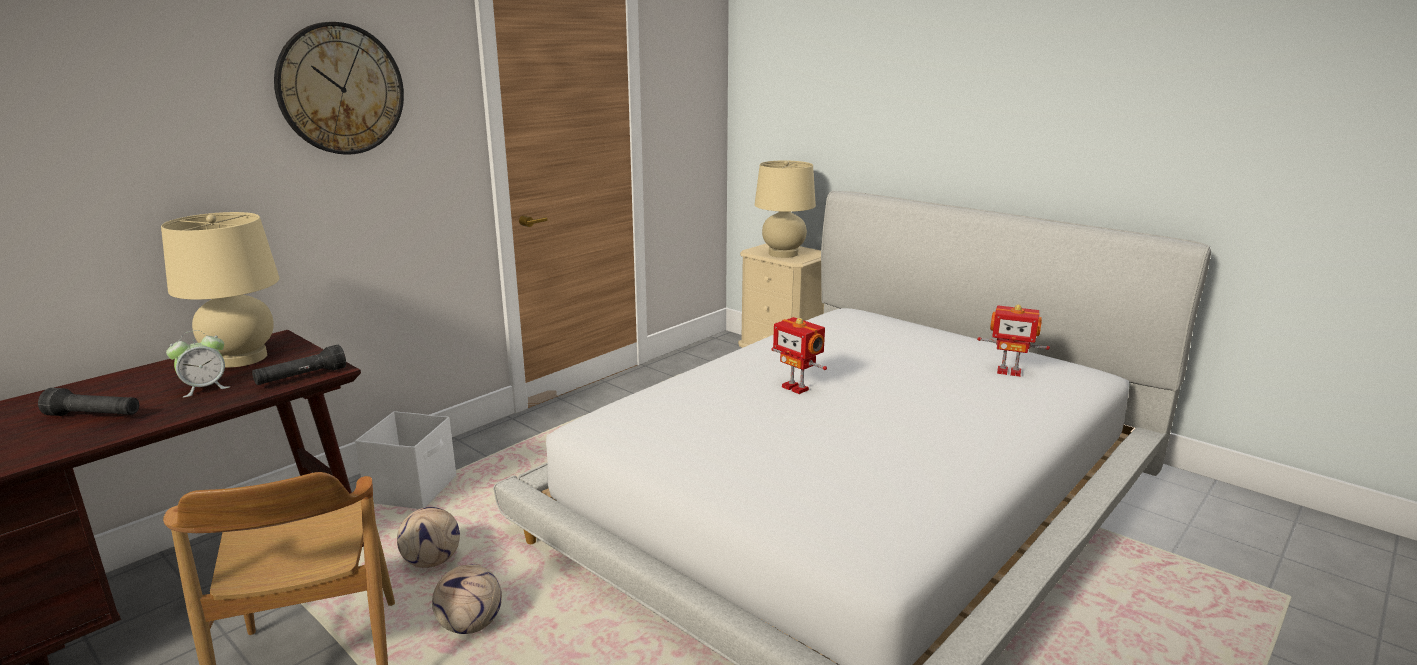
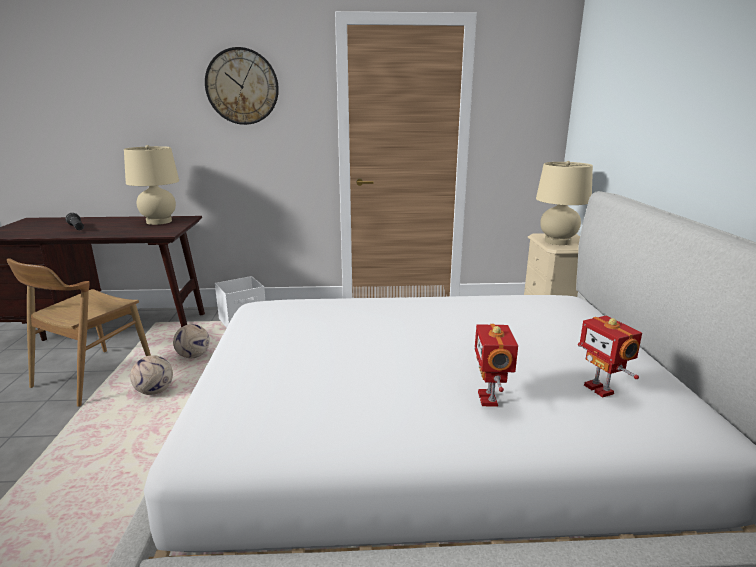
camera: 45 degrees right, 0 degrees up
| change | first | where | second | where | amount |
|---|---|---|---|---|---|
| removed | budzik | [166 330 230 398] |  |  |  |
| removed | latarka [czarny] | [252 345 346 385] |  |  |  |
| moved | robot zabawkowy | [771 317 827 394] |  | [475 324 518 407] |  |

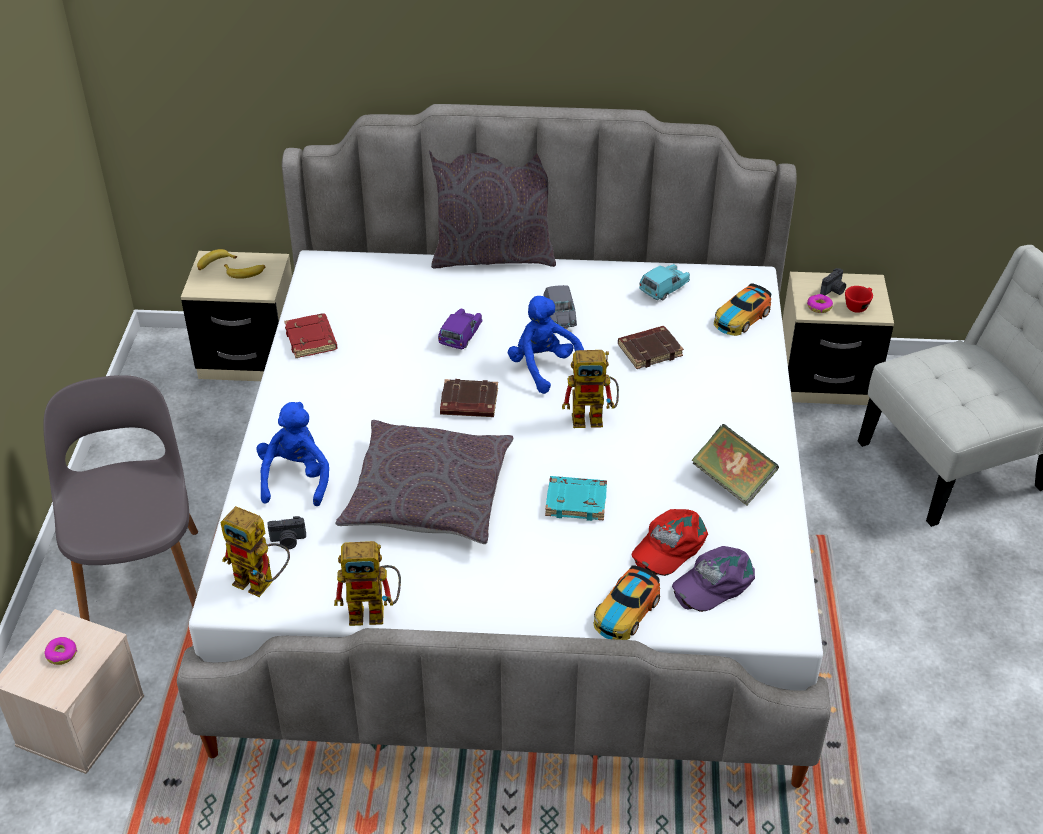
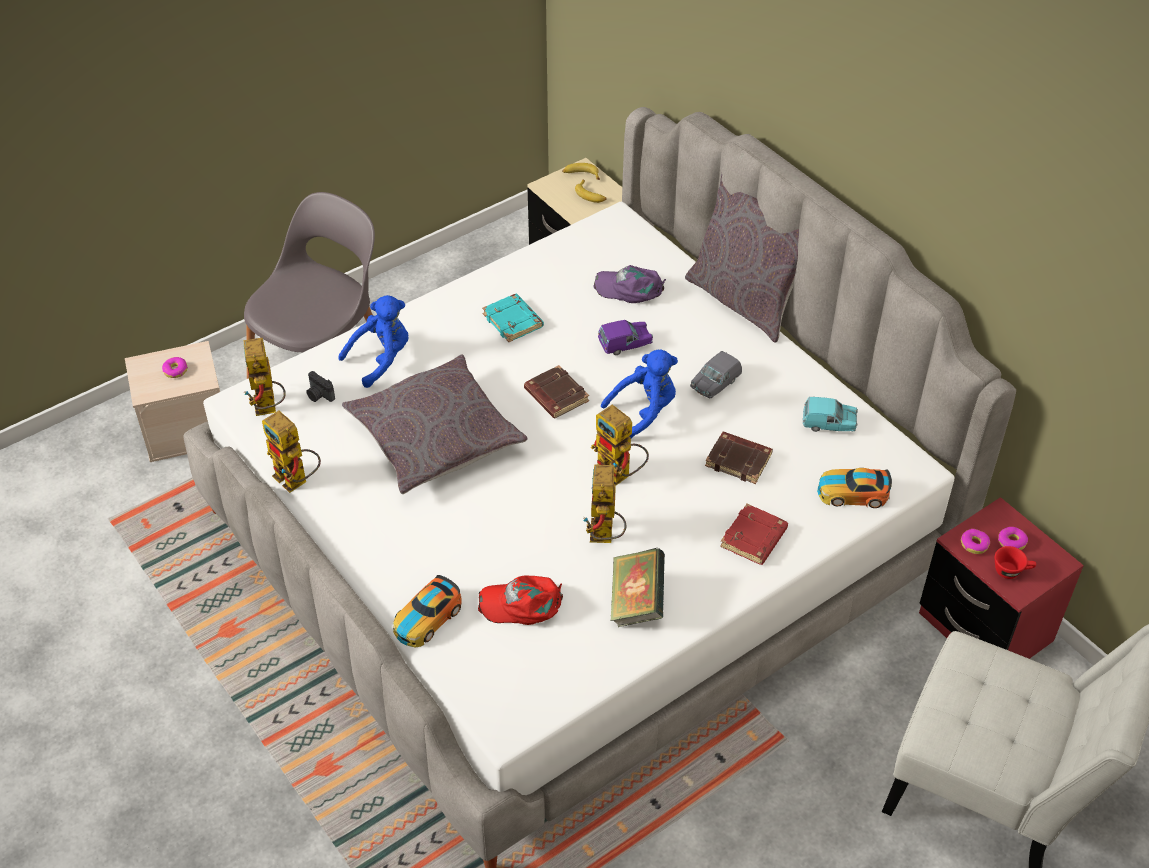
camera: 50 degrees right, 5 degrees up
| change | first | where | second | where | amount |
|---|---|---|---|---|---|
| moved | książka [czerwony] | [284 313 337 358] |  | [720 504 788 565] |  |
| turned | pluszak [niebieski] | [508 296 584 394] |  | [601 350 678 438] | 45 degrees clockwise |
| moved | książka [turkusowy] | [545 476 607 521] |  | [482 294 544 342] |  |
| turned | samochodzik | [594 566 660 640] |  | [393 575 462 648] | 45 degrees counterclockwise |
| moved | czapka z daszkiem [fioletowy] | [672 546 755 612] |  | [593 265 666 303] |  |
| recoloured | szafka nocna [beżowy] | [782 272 894 405] | szafka nocna [czerwony] | [919 497 1084 659] |  |
| replaced | aparat fotograficzny | [820 268 846 296] | donut | [998 527 1028 550] |  |
| added |  |  | robot zabawkowy | [583 464 627 543] |  |

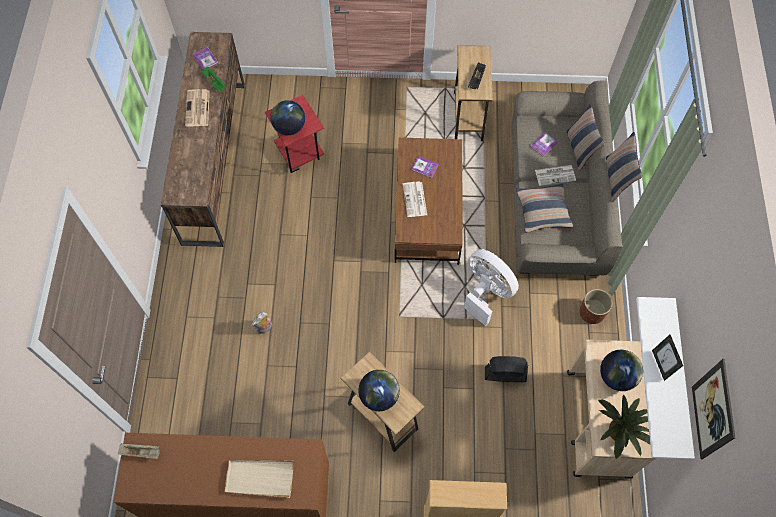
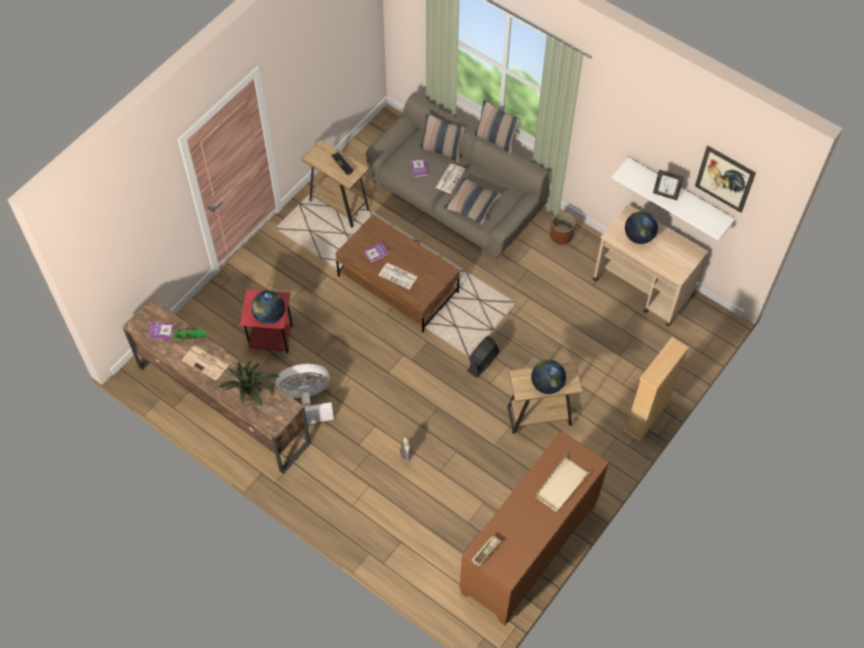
camera: 55 degrees left, 5 degrees down
| change | first | where | second | where | amount |
|---|---|---|---|---|---|
| moved | wentylator [biały] | [464 249 519 326] |  | [276 364 334 424] |  |
| moved | wentylator [czarny] | [485 356 528 382] |  | [468 336 499 378] |  |
| moved | roślina doniczkowa | [598 394 650 459] |  | [218 359 280 407] |  |

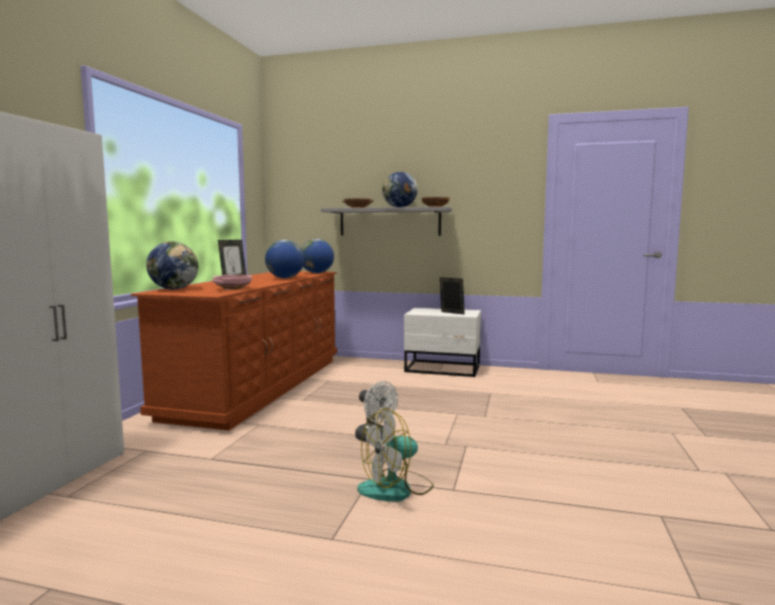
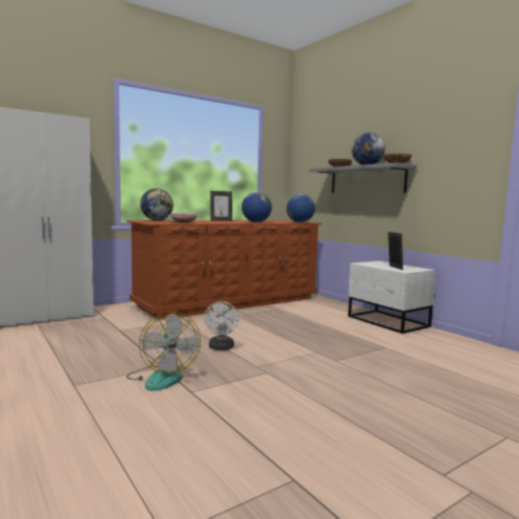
camera: 40 degrees right, 0 degrees up
| change | first | where | second | where | amount |
|---|---|---|---|---|---|
| turned | wentylator | [357 408 434 502] |  | [126 312 201 391] | 120 degrees counterclockwise |

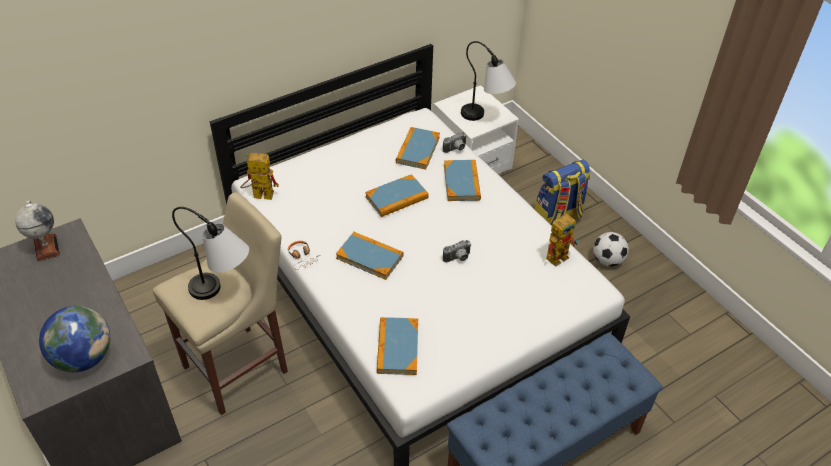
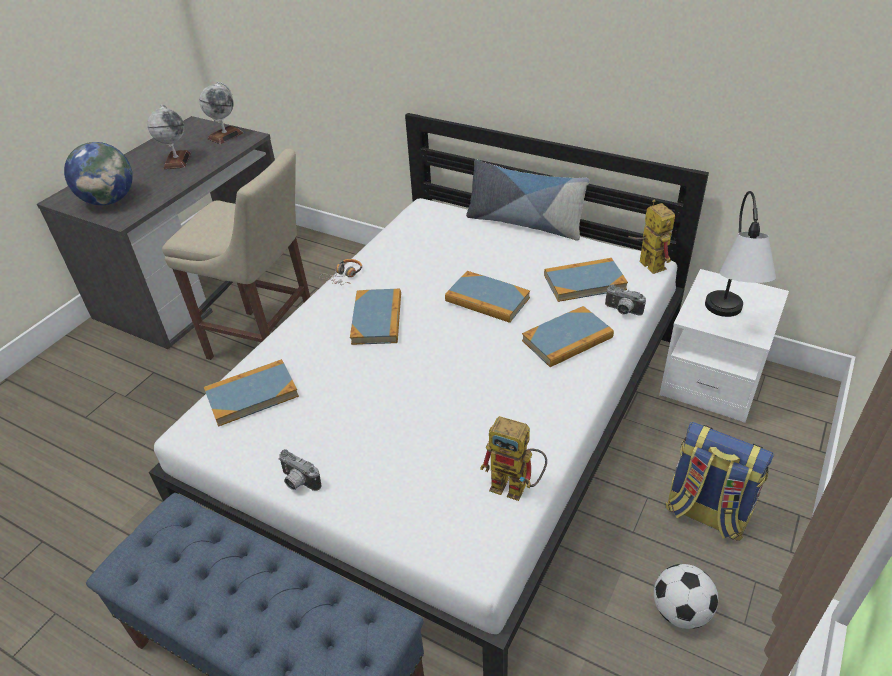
camera: 65 degrees right, 5 degrees down
| change | first | where | second | where | amount |
|---|---|---|---|---|---|
| removed | lampa stołowa | [172 207 249 300] |  |  |  |
| moved | robot zabawkowy | [240 153 279 200] |  | [628 199 675 274] |  |
| moved | aparat fotograficzny | [443 240 471 262] |  | [279 449 321 491] |  |
| added |  |  | globus | [148 105 191 169] |  |
| added |  |  | poduszka | [466 159 589 241] |  |

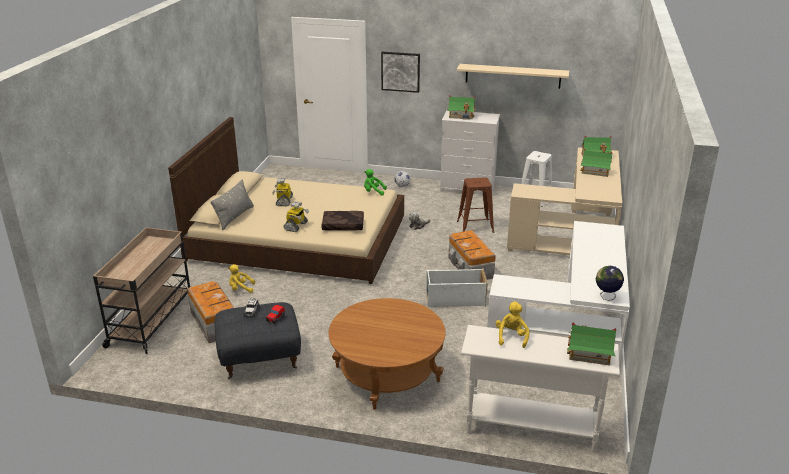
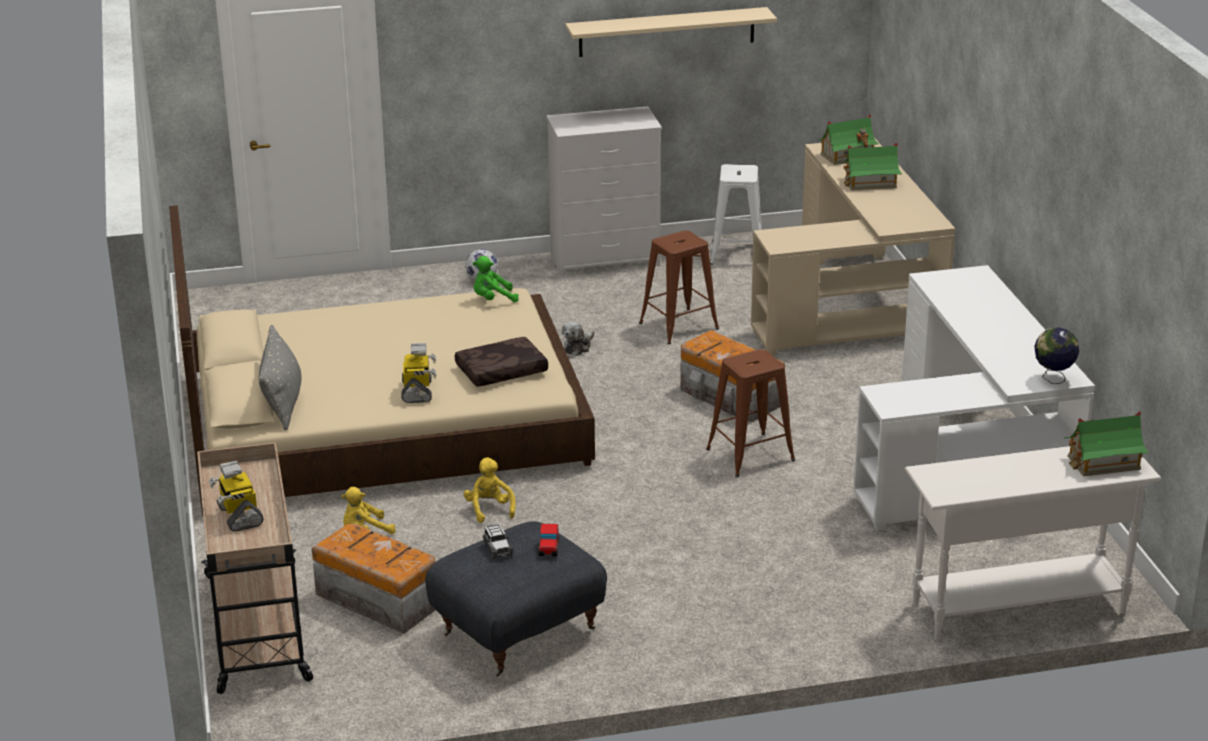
camera: 25 degrees left, 0 degrees up
| change | first | where | second | where | amount |
|---|---|---|---|---|---|
| moved | robot zabawkowy | [272 178 293 206] |  | [208 461 264 532] |  |
| removed | ława [brązowy] | [329 298 446 410] |  |  |  |
| removed | obraz | [381 52 420 93] |  |  |  |
| replaced | pojemnik do przechowywania [biały] | [426 268 488 307] | stołek [brązowy] | [706 349 795 477] |  |
| removed | domek | [447 96 476 120] |  |  |  |
| moved | pluszak [żółty] | [495 302 529 348] |  | [464 457 516 523] |  |

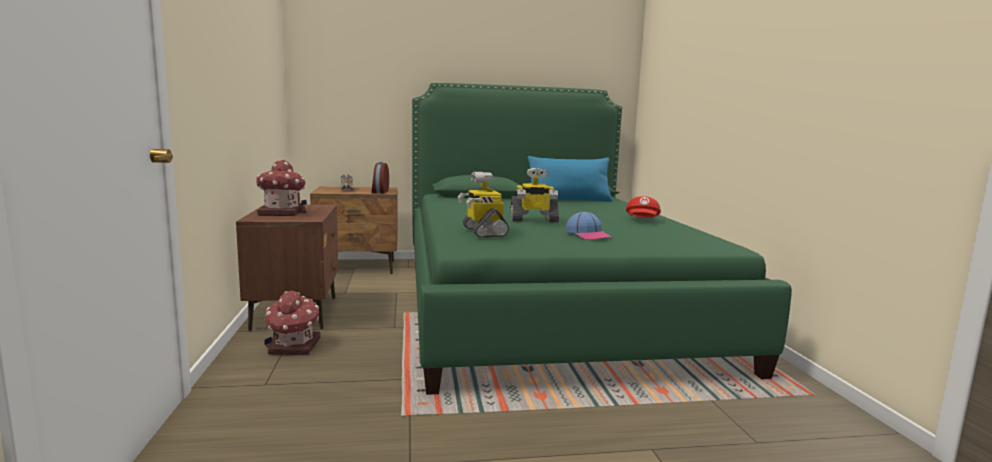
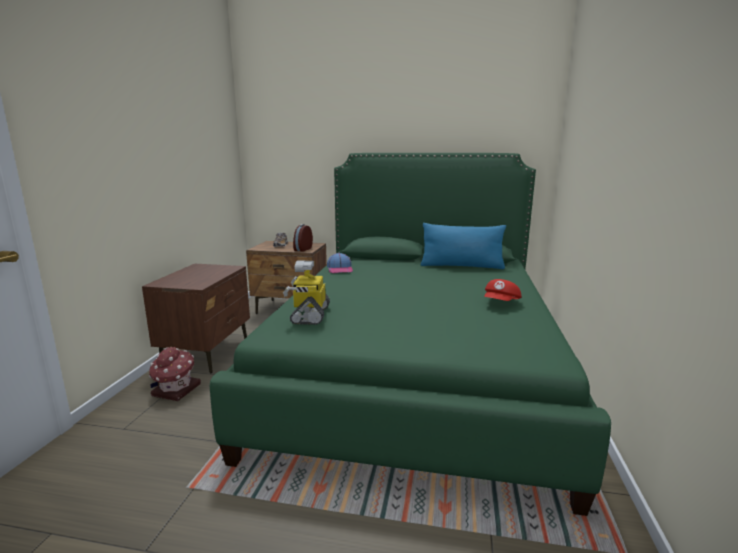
camera: 20 degrees right, 5 degrees up
| change | first | where | second | where | amount |
|---|---|---|---|---|---|
| removed | domek | [256 160 308 216] |  |  |  |
| removed | robot zabawkowy | [510 168 559 222] |  |  |  |
| moved | czapka z daszkiem | [566 211 612 240] |  | [327 253 353 273] |  |

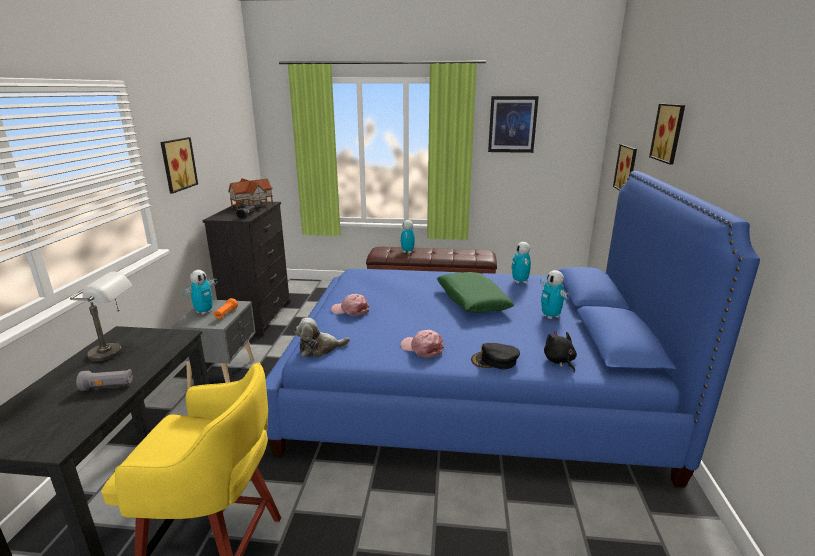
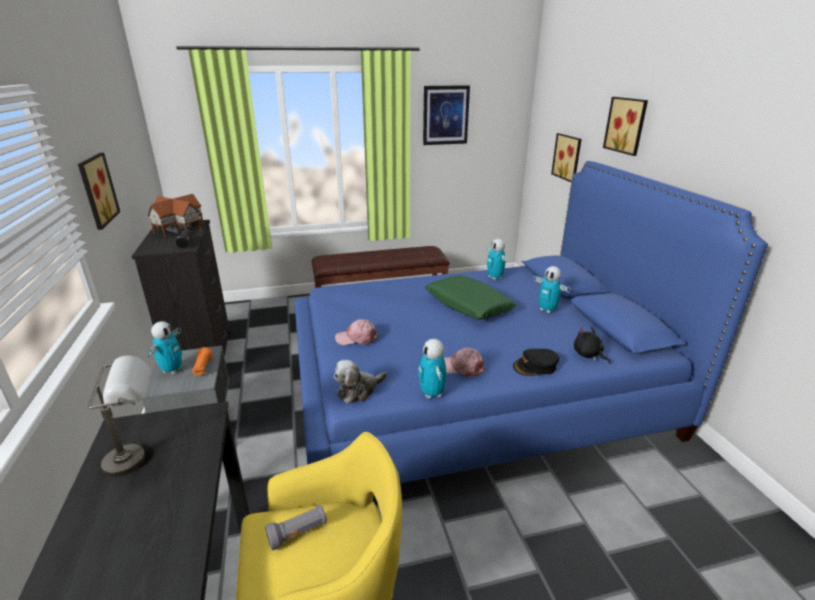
camera: 20 degrees left, 5 degrees up
| change | first | where | second | where | amount |
|---|---|---|---|---|---|
| moved | latarka [szary] | [76 369 133 391] |  | [265 504 327 550] |  |
| moved | robot zabawkowy | [401 220 415 253] |  | [418 339 446 399] |  |

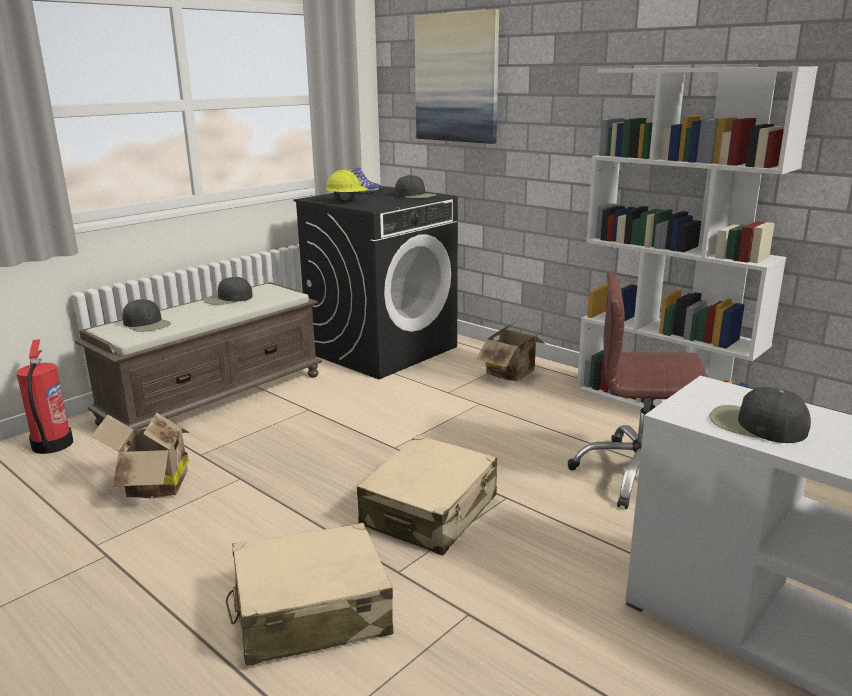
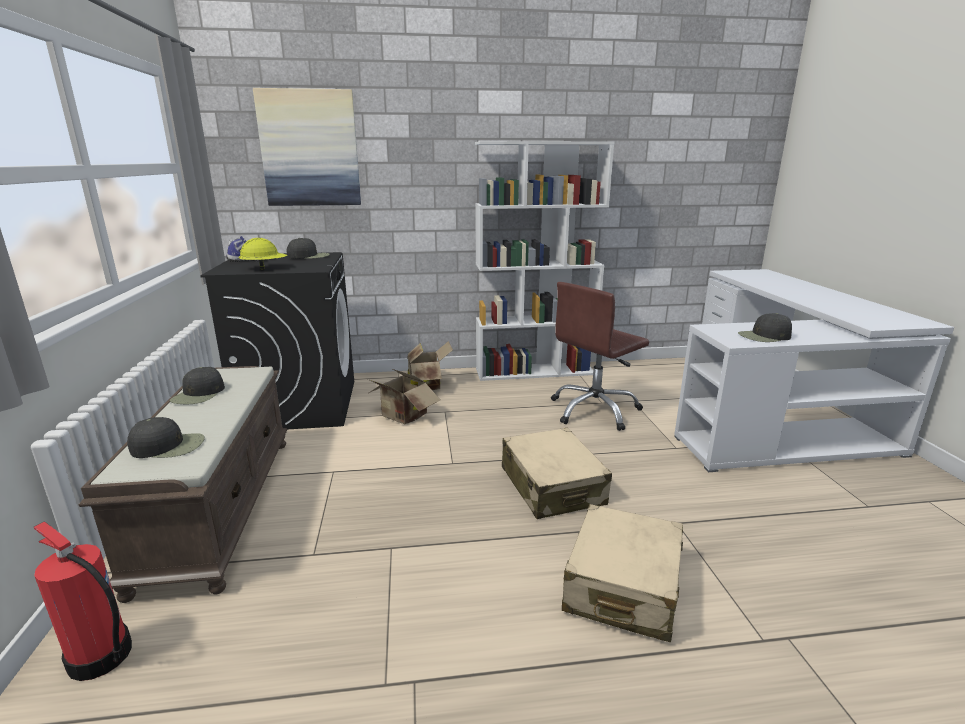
camera: 50 degrees left, 0 degrees up
| change | first | where | second | where | amount |
|---|---|---|---|---|---|
| moved | karton | [91 413 190 498] |  | [368 369 440 425] |  |

